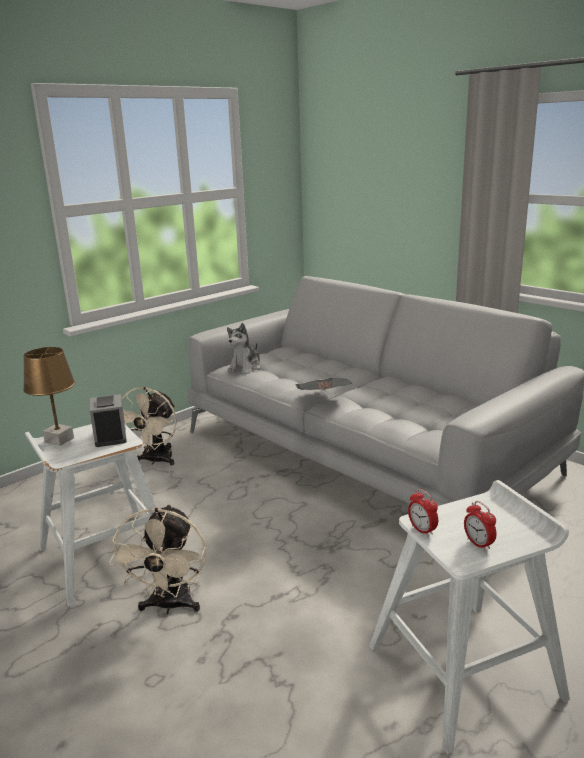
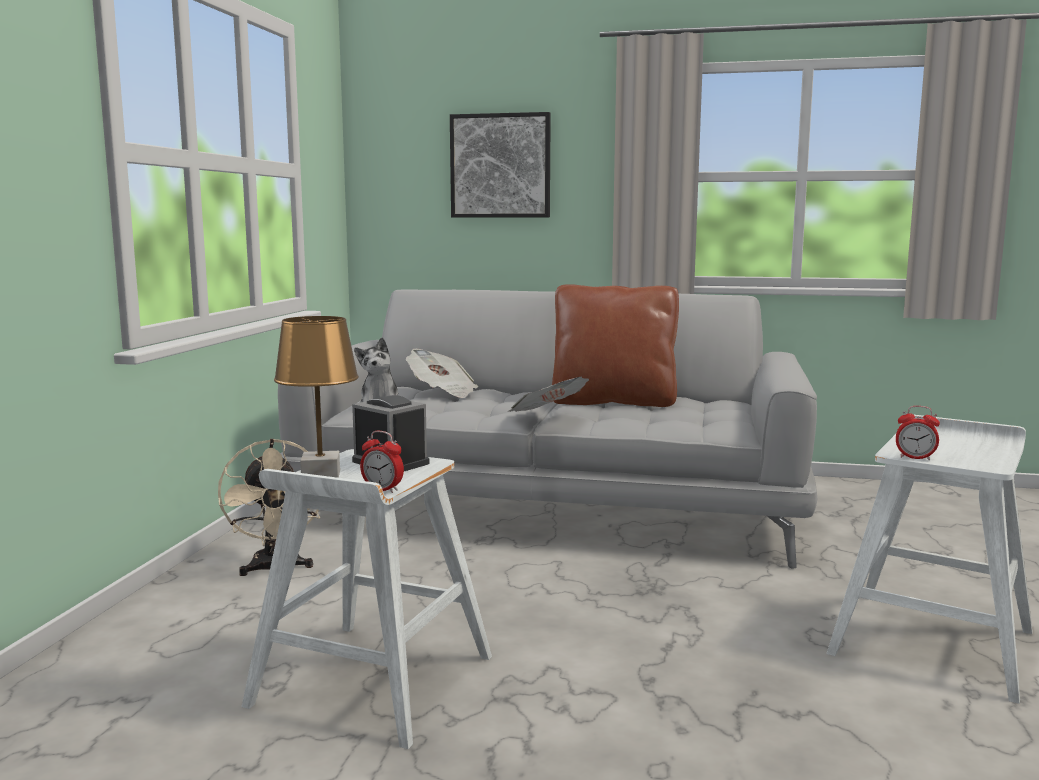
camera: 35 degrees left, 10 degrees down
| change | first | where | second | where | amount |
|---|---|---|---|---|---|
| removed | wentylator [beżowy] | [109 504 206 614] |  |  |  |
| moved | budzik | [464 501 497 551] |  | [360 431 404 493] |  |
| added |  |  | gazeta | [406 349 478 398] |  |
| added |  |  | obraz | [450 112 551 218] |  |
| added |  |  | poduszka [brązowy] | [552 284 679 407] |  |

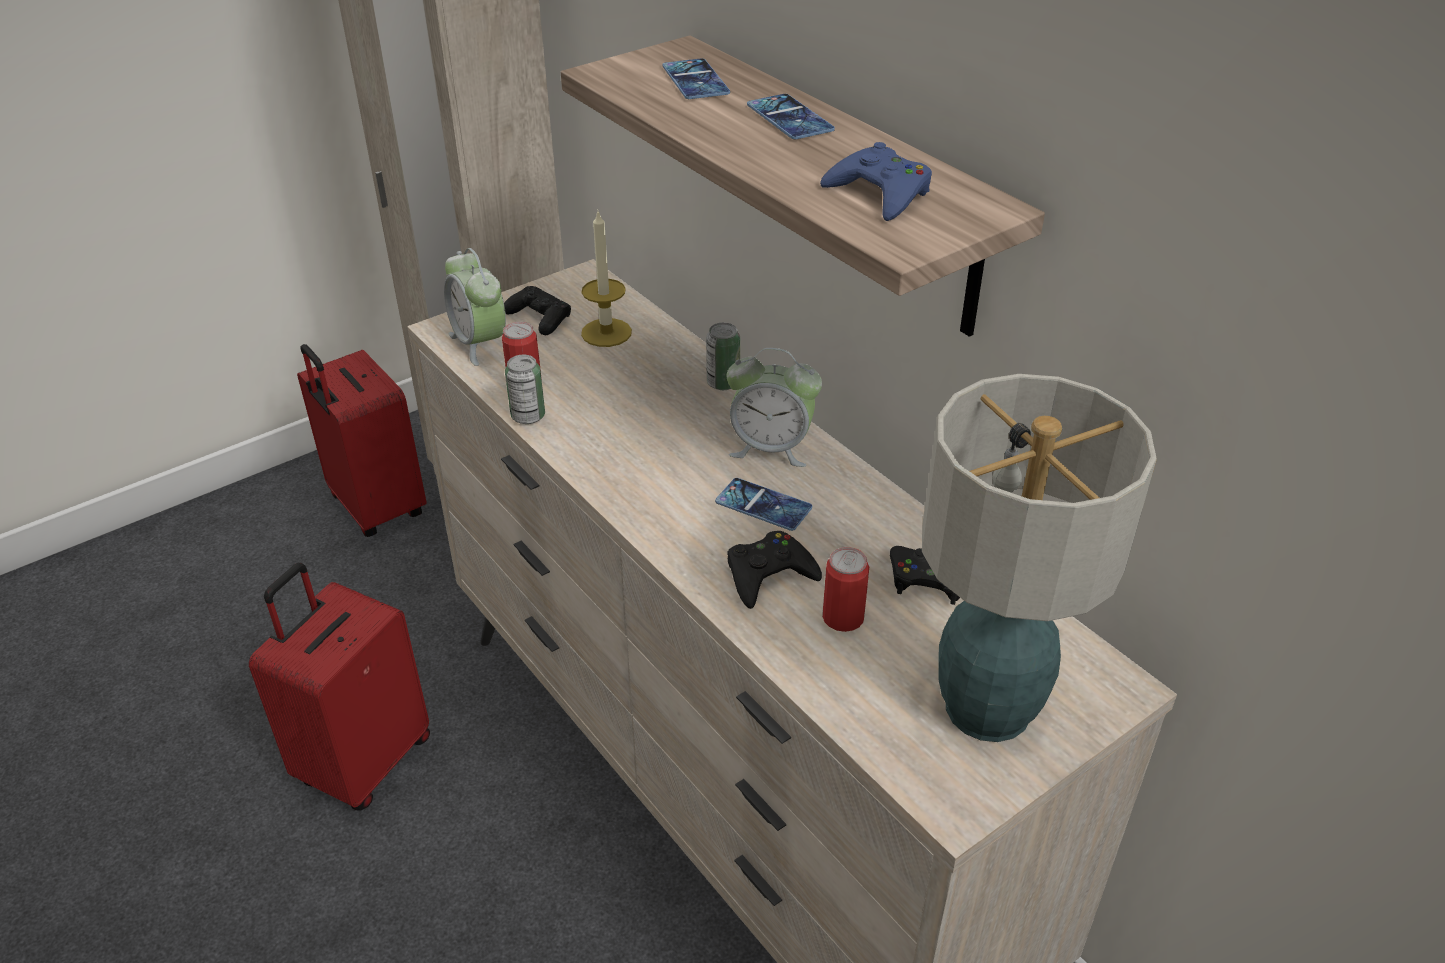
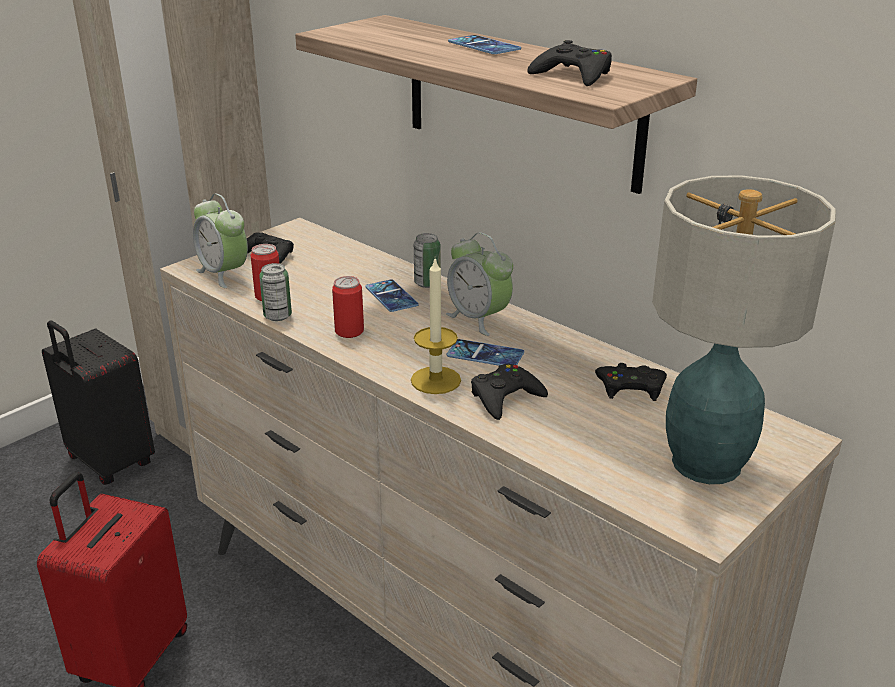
camera: 10 degrees left, 10 degrees down
| change | first | where | second | where | amount |
|---|---|---|---|---|---|
| recoloured | walizka [czerwony] | [297 344 426 537] | walizka [czarny] | [42 320 155 485] |  |
| moved | świeca | [581 209 632 347] |  | [411 259 461 394] |  |
| moved | telefon | [663 58 730 99] |  | [365 279 419 312] |  |
| turned | budzik | [727 348 822 467] |  | [446 232 513 336] | 45 degrees clockwise |
| recoloured | pad do gier [niebieski] | [820 142 932 221] | pad do gier [czarny] | [527 40 612 86] |  |
| moved | puszka | [822 547 869 632] |  | [332 276 364 338] |  |

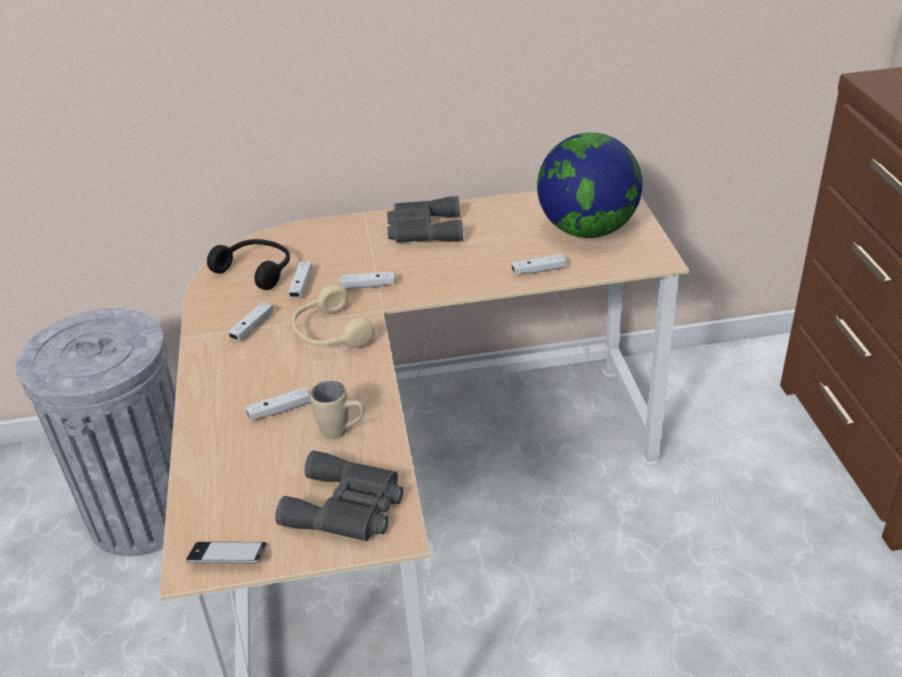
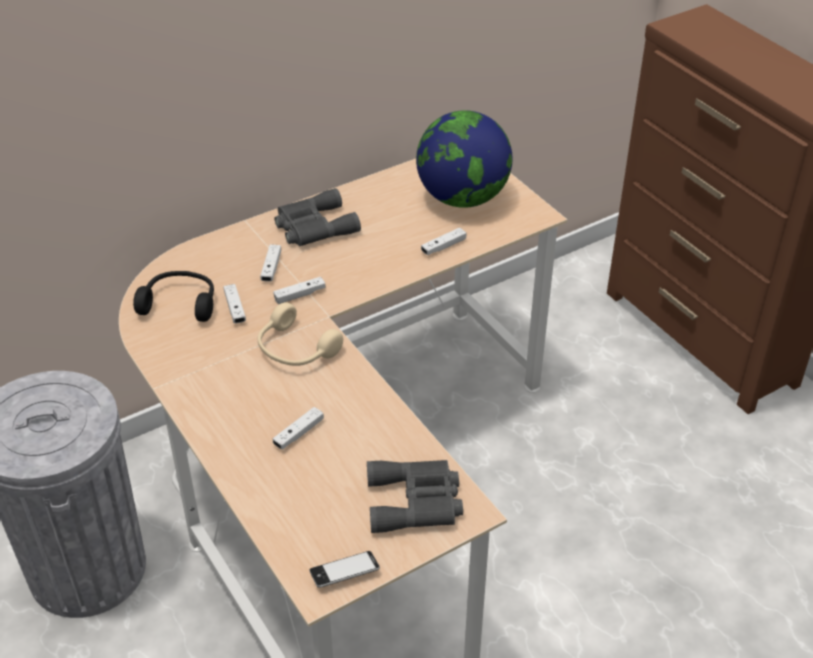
camera: 25 degrees left, 5 degrees up
| change | first | where | second | where | amount |
|---|---|---|---|---|---|
| moved | pad do gier [biały] | [228 302 273 340] |  | [260 245 281 282] |  |
| removed | kubek [beżowy] | [310 381 365 439] |  |  |  |

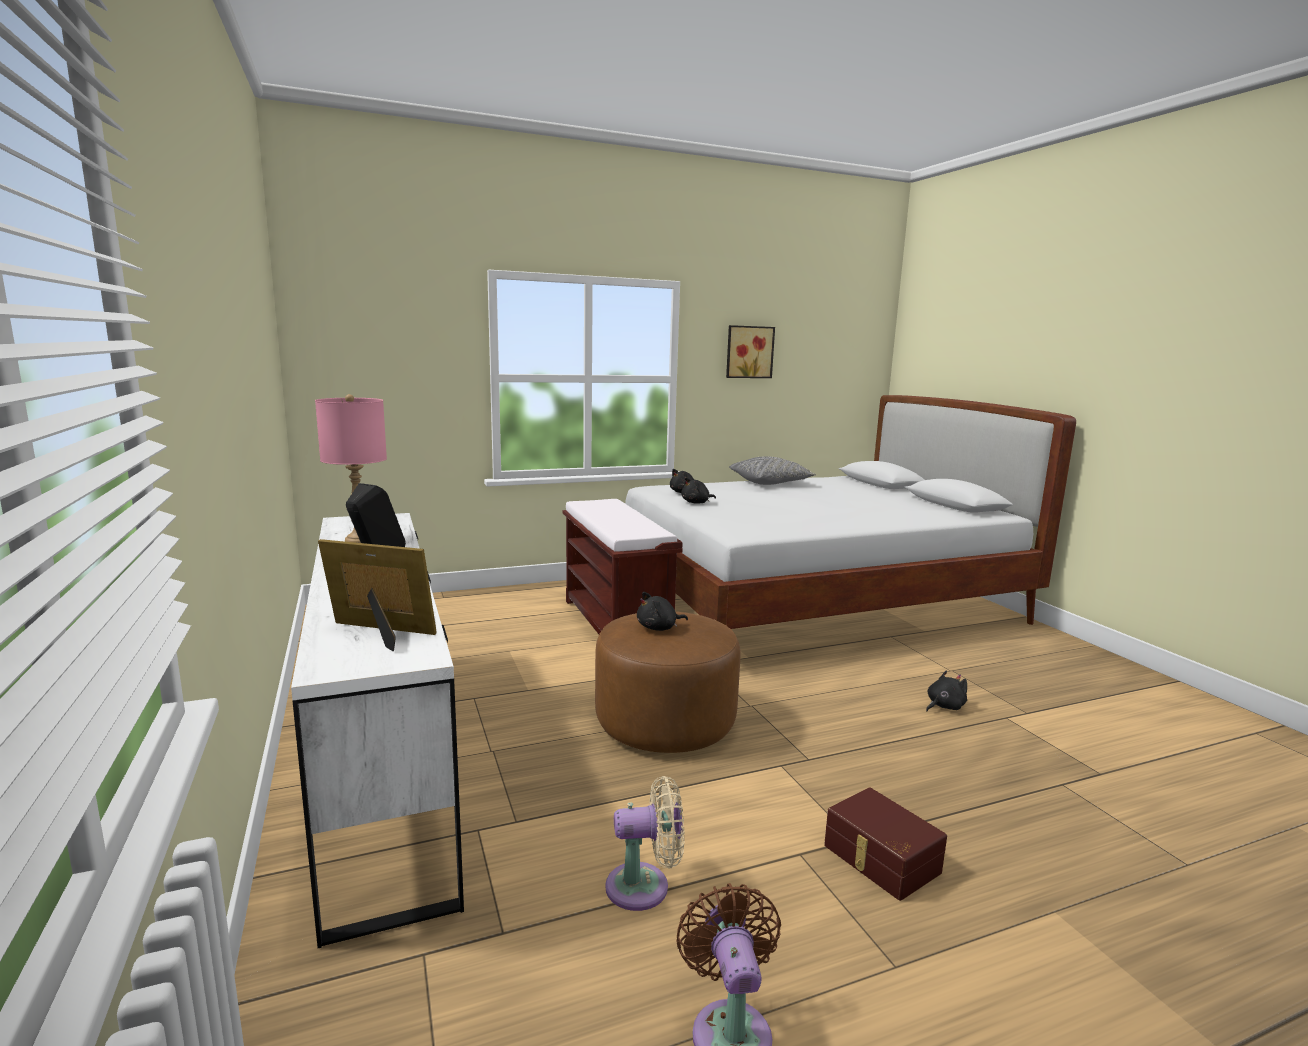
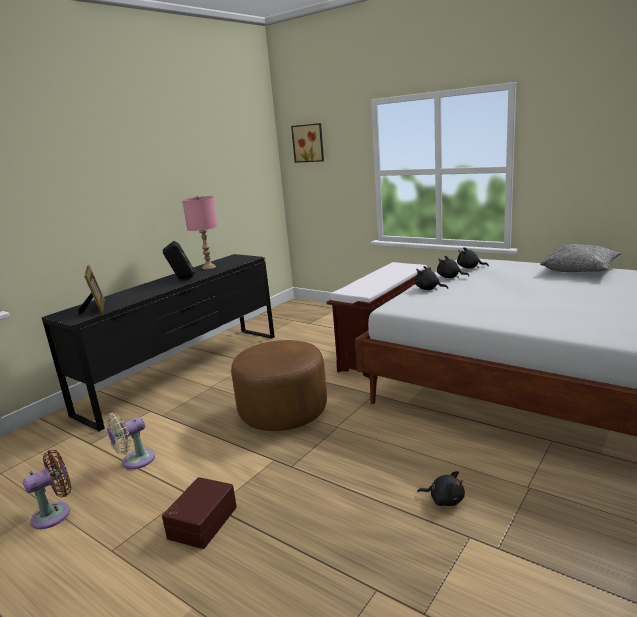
camera: 60 degrees right, 5 degrees up
| change | first | where | second | where | amount |
|---|---|---|---|---|---|
| recoloured | komoda [biały] | [291 513 464 948] | komoda [czarny] | [42 254 275 432] |  |
| turned | wentylator [beżowy] | [605 776 684 911] |  | [104 413 155 469] | 90 degrees clockwise |
| moved | pluszak [czarny] | [637 592 688 631] |  | [415 266 448 290] |  |
| moved | obraz | [726 325 775 378] |  | [291 123 324 163] |  |

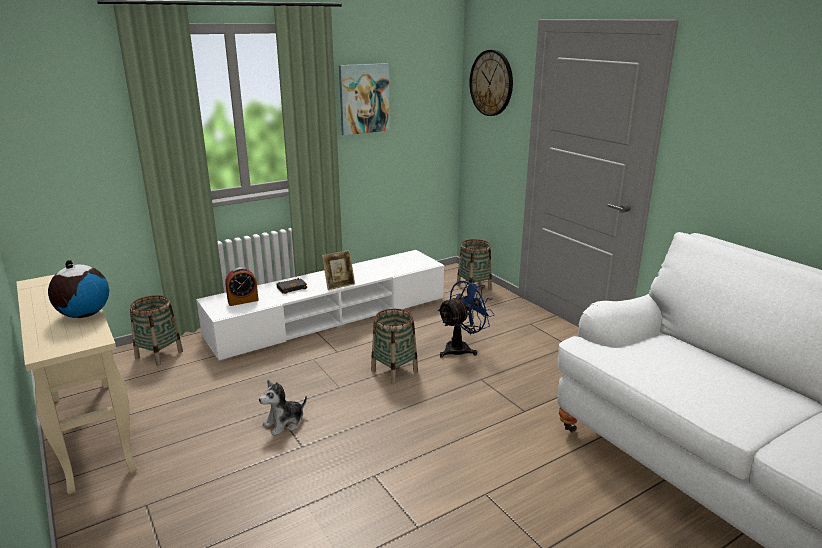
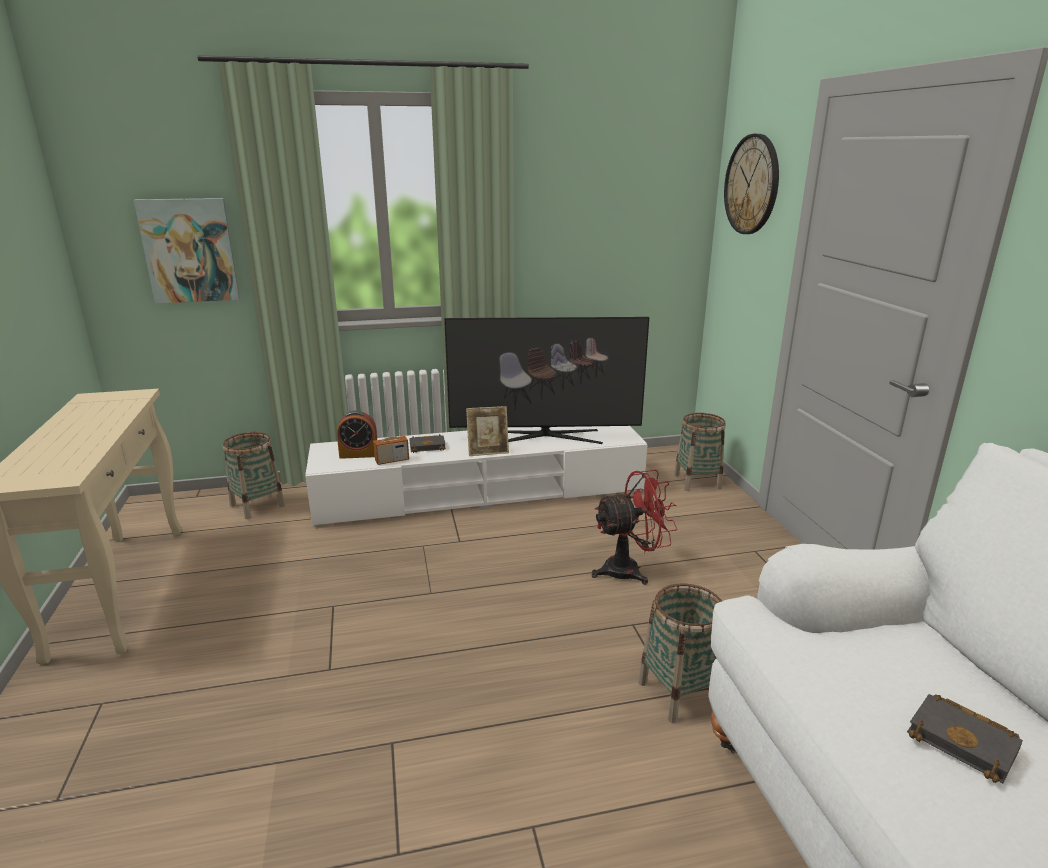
camera: 20 degrees right, 0 degrees up
| change | first | where | second | where | amount |
|---|---|---|---|---|---|
| removed | globus | [48 260 109 318] |  |  |  |
| removed | pluszak | [259 380 307 436] |  |  |  |
| moved | obraz | [339 63 390 135] |  | [134 198 240 304] |  |
| moved | koszyk | [371 309 418 384] |  | [638 584 722 723] |  |
| recoloured | wentylator [niebieski] | [437 279 495 358] | wentylator [czerwony] | [592 470 677 585] |  |
| added |  |  | radio | [373 415 409 465] |  |
| added |  |  | telewizor | [444 317 649 444] |  |
| added |  |  | książka [czarny] | [907 694 1023 783] |  |

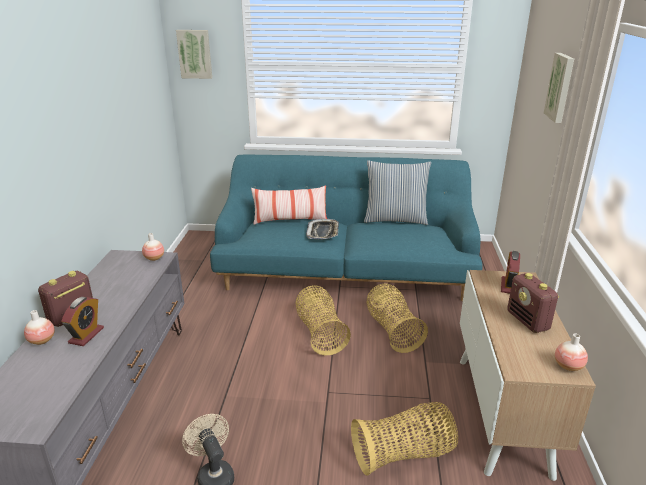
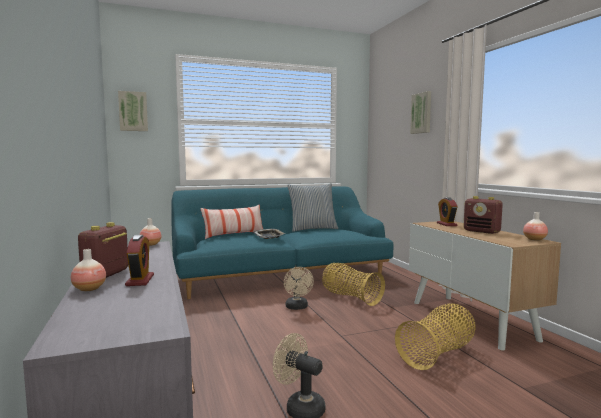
camera: 25 degrees left, 20 degrees down
| change | first | where | second | where | amount |
|---|---|---|---|---|---|
| replaced | koszyk | [295 285 351 355] | wentylator [beżowy] | [284 267 314 310] |  |

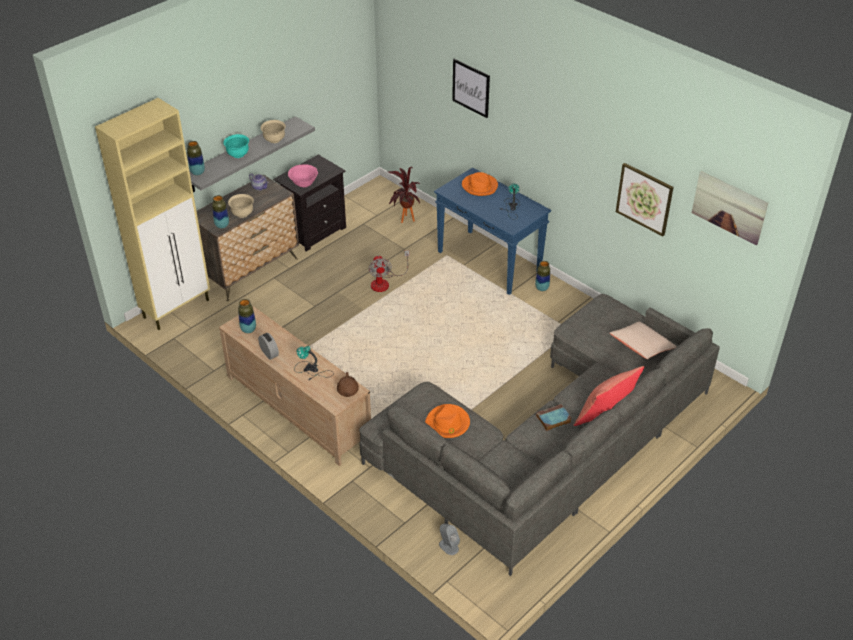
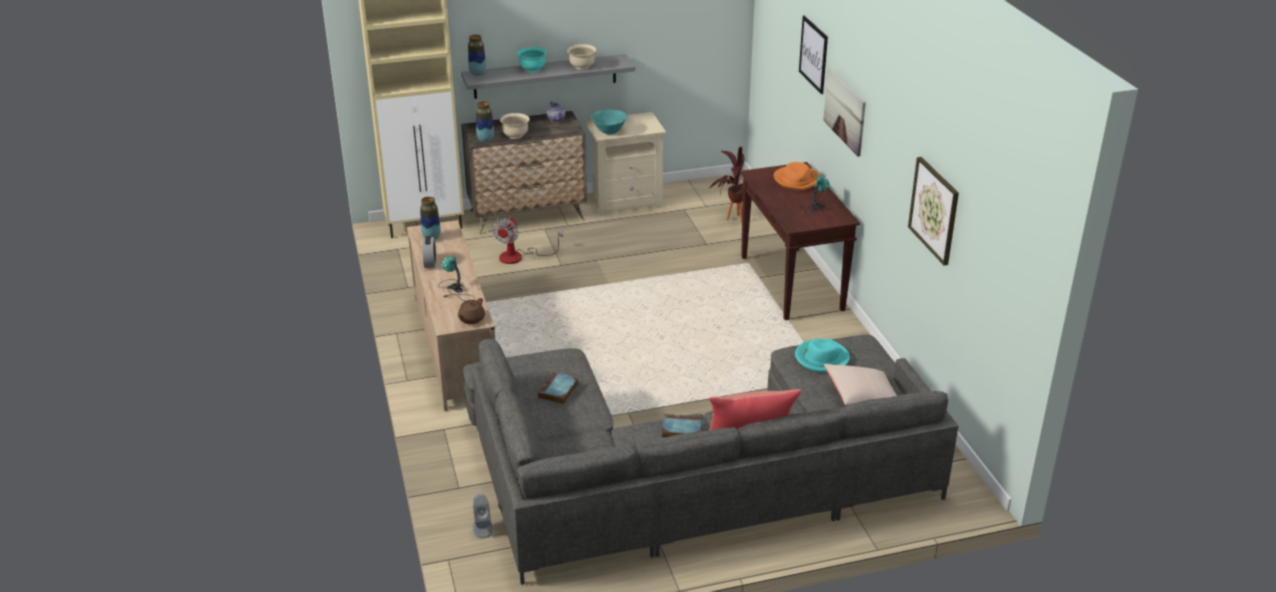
camera: 30 degrees right, 10 degrees down
| change | first | where | second | where | amount |
|---|---|---|---|---|---|
| recoloured | szafka nocna [czarny] | [273 154 346 251] | szafka nocna [beżowy] | [584 112 666 216] |  |
| recoloured | miska [różowy] | [288 164 318 187] | miska [turkusowy] | [591 109 628 135] |  |
| moved | wentylator | [368 250 409 292] |  | [492 217 563 264] |  |
| replaced | kapelusz [pomarańczowy] | [425 404 470 438] | książka | [538 372 578 405] |  |
| recoloured | stolik konsolowy [niebieski] | [434 168 551 295] | stolik konsolowy [brązowy] | [740 162 860 320] |  |
| removed | wazon | [535 261 550 291] |  |  |  |
| moved | obraz | [692 171 768 245] |  | [823 69 866 157] |  |
| added |  |  | kapelusz [turkusowy] | [795 339 850 373] |  |

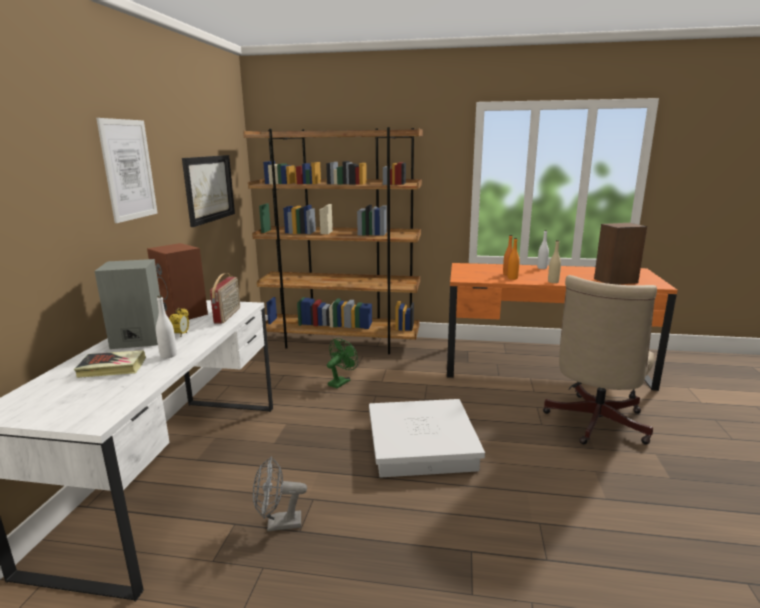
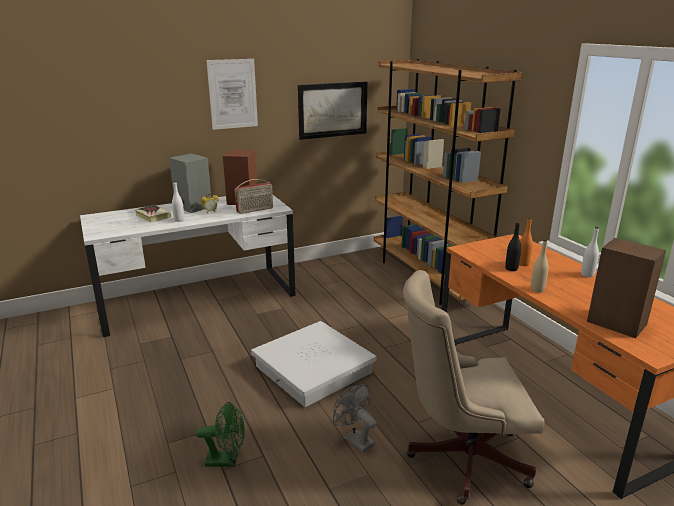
camera: 55 degrees right, 5 degrees up
| change | first | where | second | where | amount |
|---|---|---|---|---|---|
| moved | wentylator [szary] | [253 456 307 532] |  | [333 384 377 453] |  |
| moved | wentylator [zielony] | [327 338 358 388] |  | [196 402 245 467] |  |
| recoloured | butelka [pomarańczowy] | [508 238 520 280] | butelka [czarny] | [505 222 521 271] |  |

